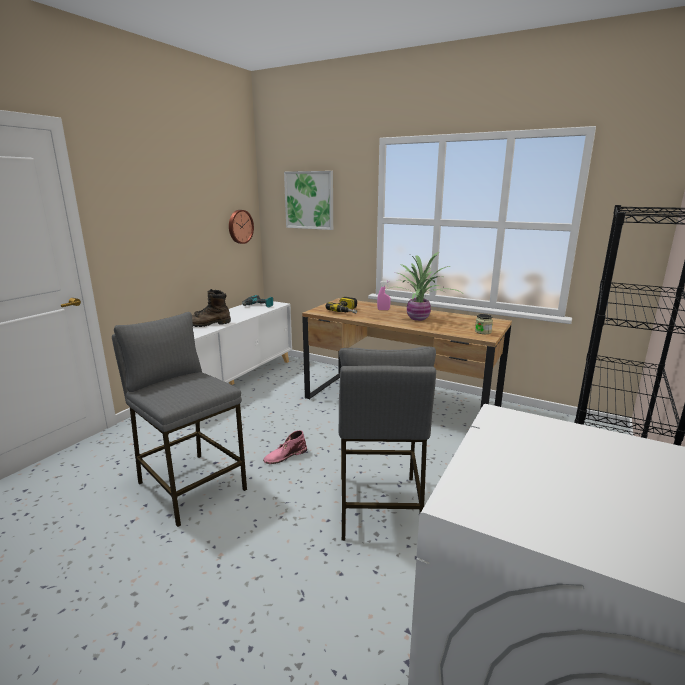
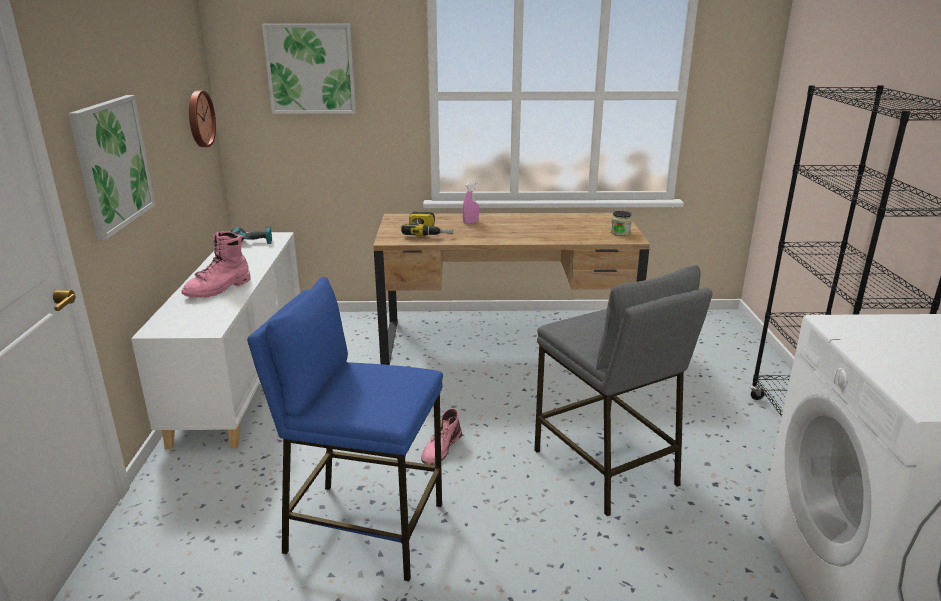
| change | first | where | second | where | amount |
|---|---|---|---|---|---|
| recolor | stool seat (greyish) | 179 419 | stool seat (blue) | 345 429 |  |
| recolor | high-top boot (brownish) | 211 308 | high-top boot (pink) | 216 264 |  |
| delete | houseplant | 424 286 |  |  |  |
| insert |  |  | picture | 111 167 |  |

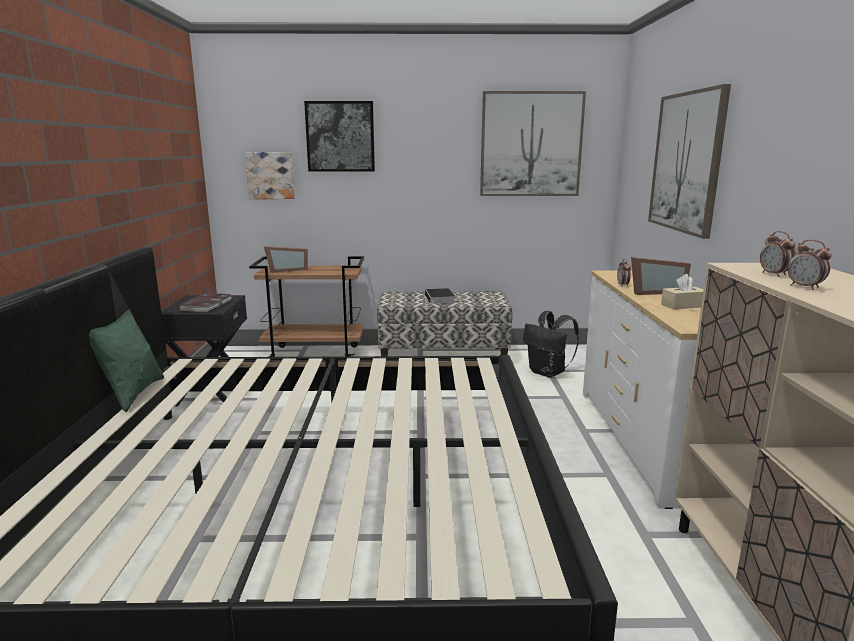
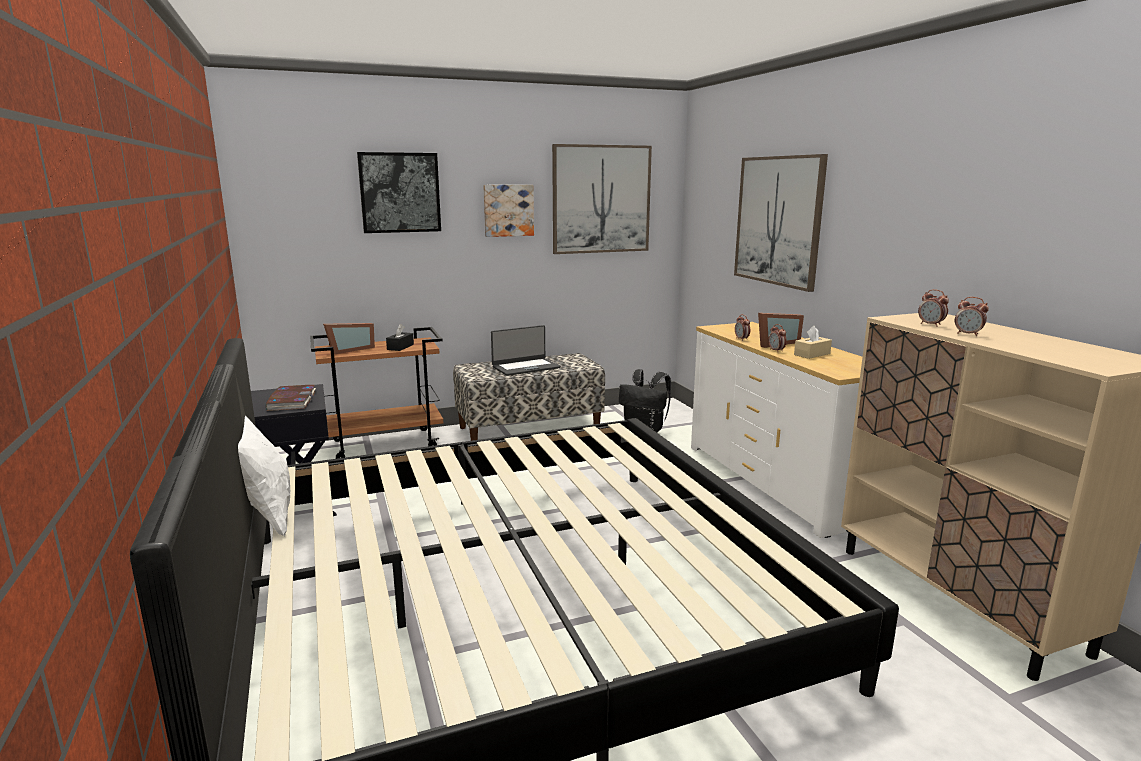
| change | first | where | second | where | amount |
|---|---|---|---|---|---|
| recolor | cushion (green-coloured) | 126 361 | cushion (whitish) | 264 476 |  |
| move | picture | 270 175 |  | 508 211 |  |
| replace | book | 440 296 | notebook computer | 526 350 |  |
| insert |  |  | tissue holder (black) | 400 337 |  |
| insert |  |  | table clock | 777 337 |  |

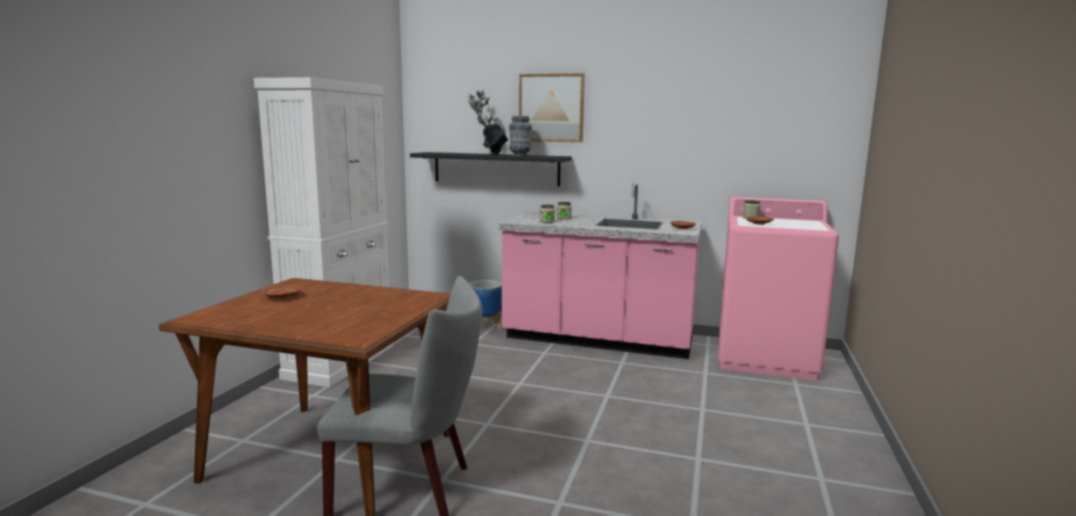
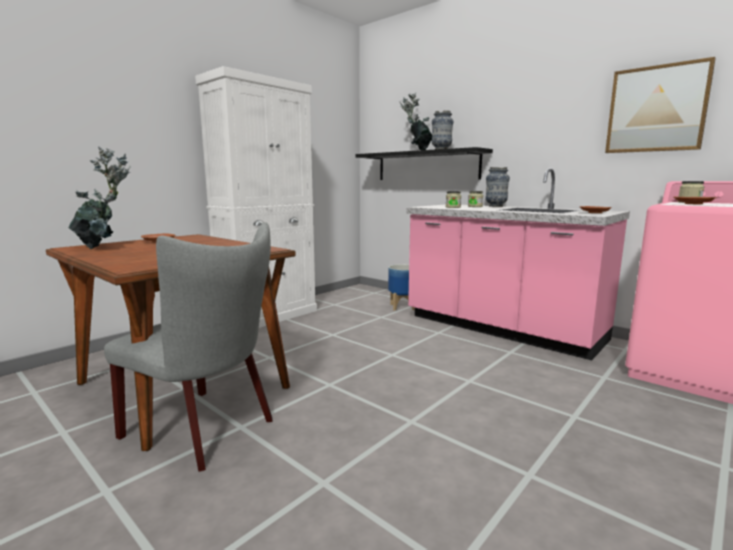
| change | first | where | second | where | amount |
|---|---|---|---|---|---|
| move | picture | 552 107 |  | 660 105 |  |
| insert |  |  | houseplant | 99 198 |  |
| insert |  |  | decorative vase | 497 187 |  |

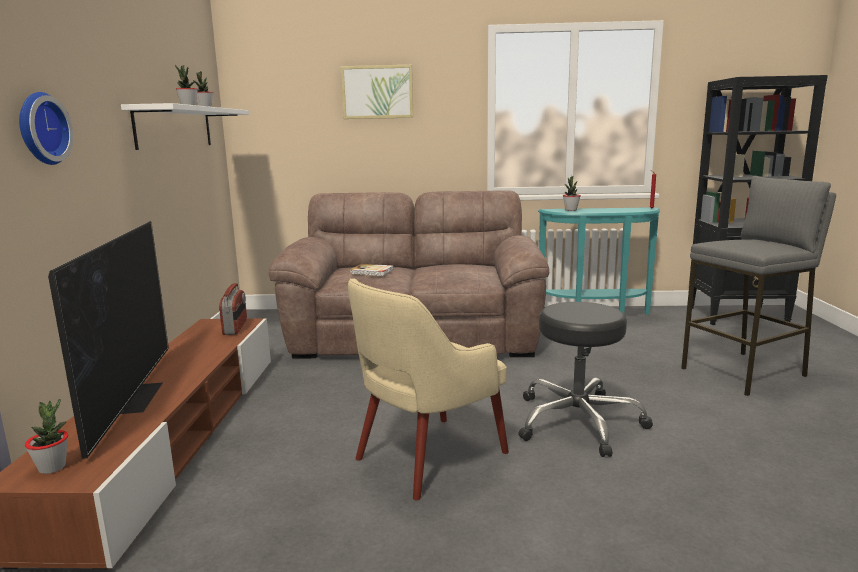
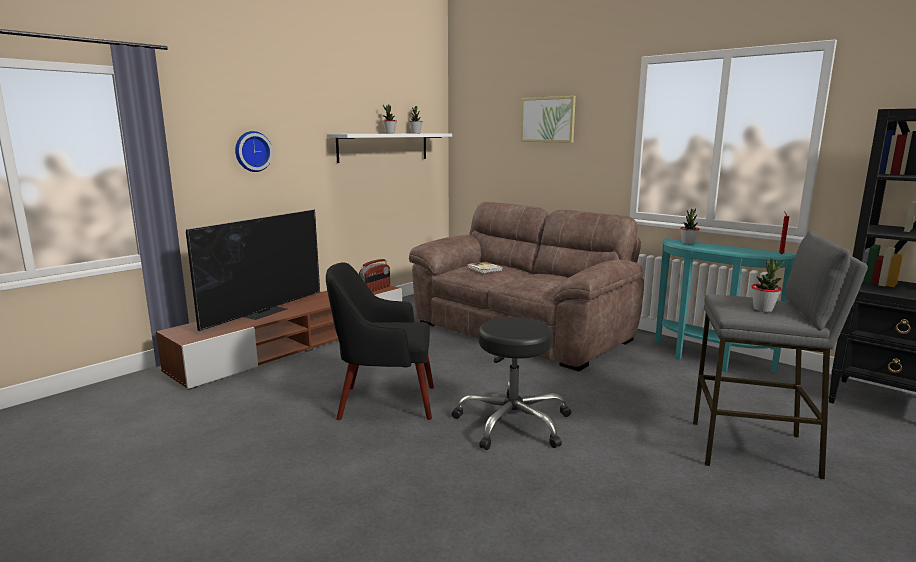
| change | first | where | second | where | amount |
|---|---|---|---|---|---|
| move | houseplant | 46 436 |  | 768 285 |  |
| recolor | armchair (sand-coloured) | 428 389 | armchair (black) | 380 341 |  |

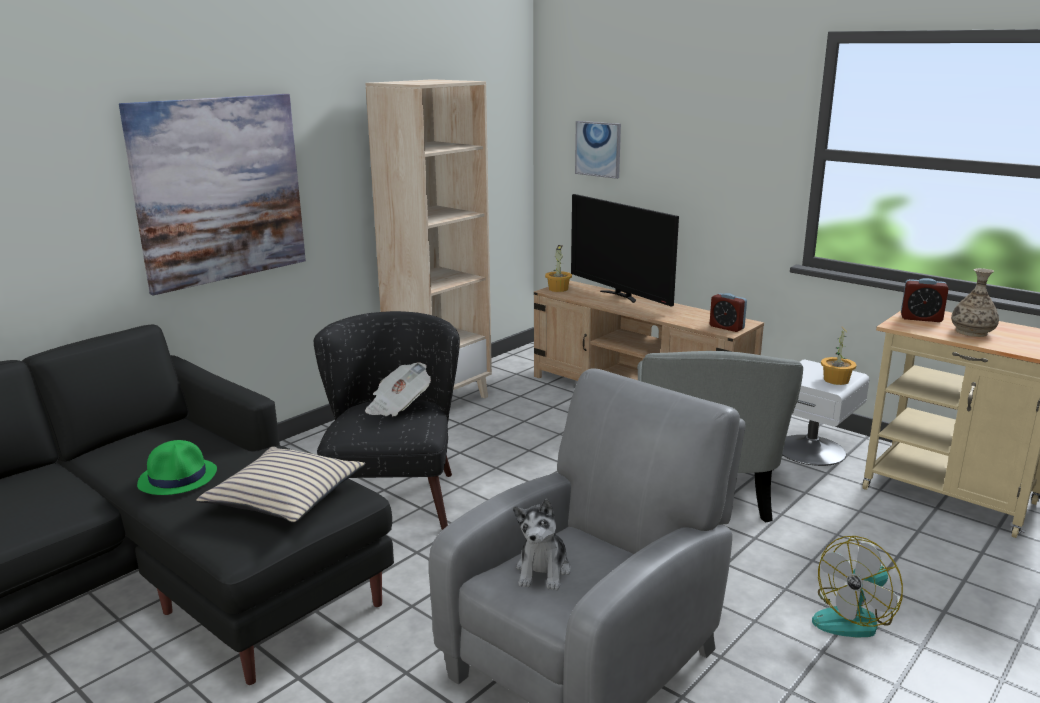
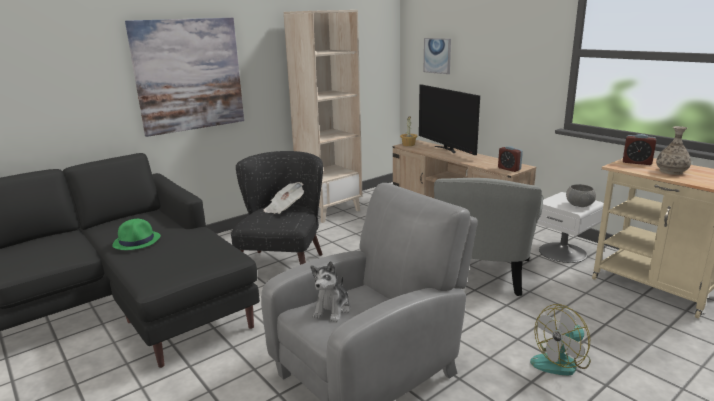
| change | first | where | second | where | amount |
|---|---|---|---|---|---|
| delete | cushion (sand-coloured) | 280 485 |  |  |  |
| replace | houseplant | 839 356 | serving bowl (greyish) | 581 195 |  |

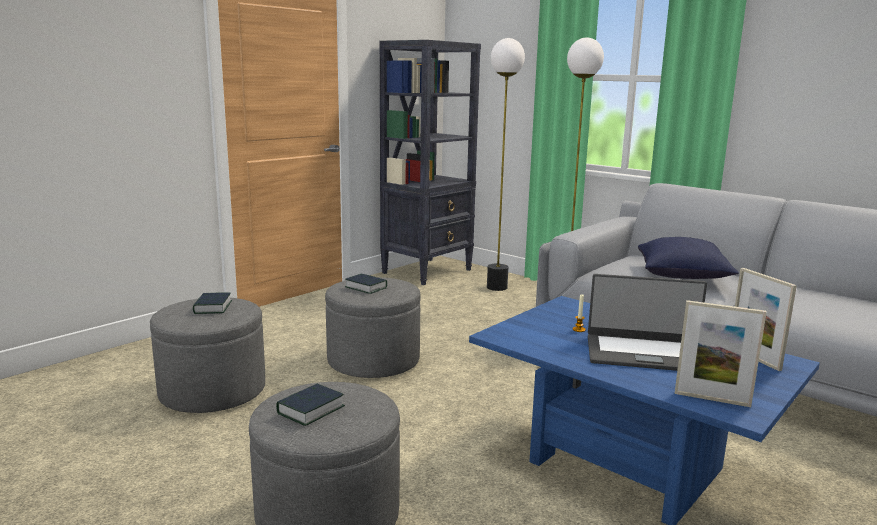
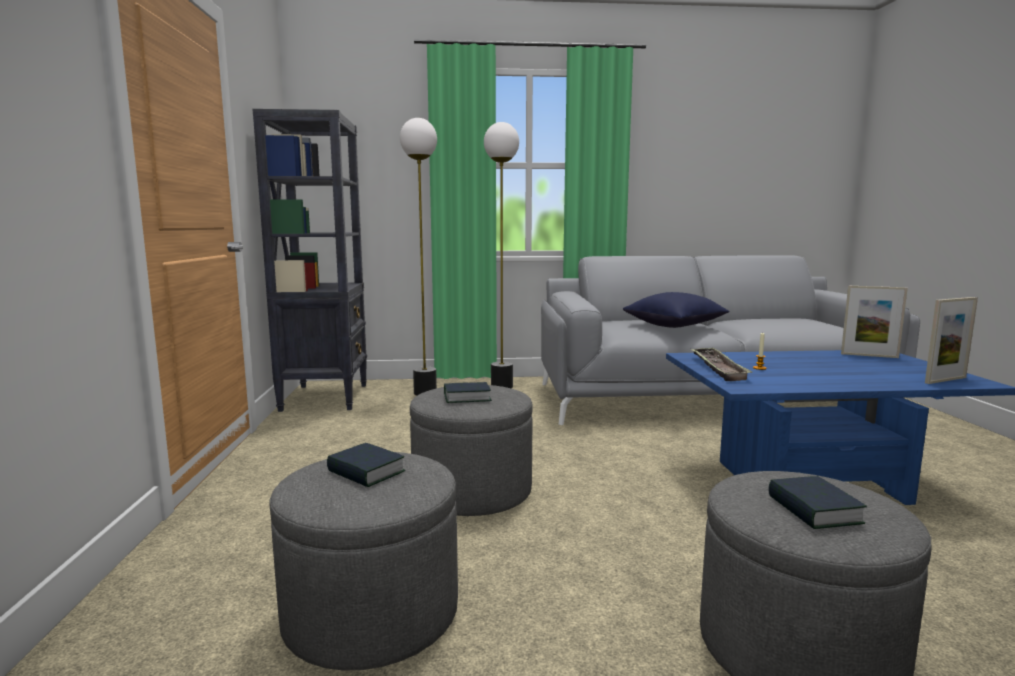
| change | first | where | second | where | amount |
|---|---|---|---|---|---|
| delete | notebook computer | 647 322 |  |  |  |
| insert |  |  | carrying tray | 721 364 |  |

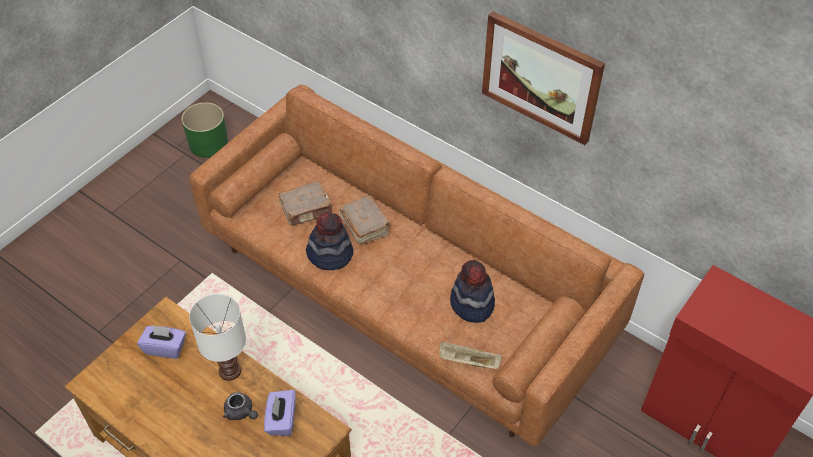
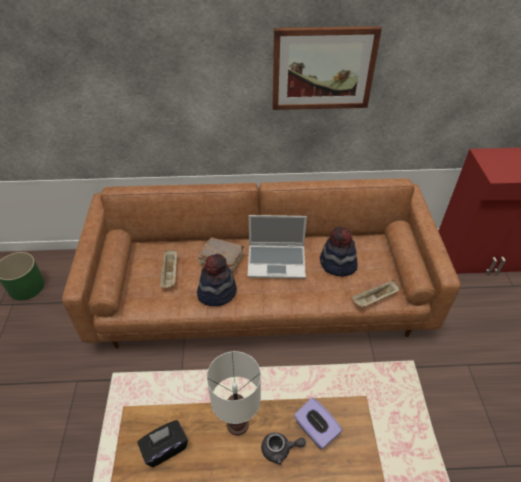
| change | first | where | second | where | amount |
|---|---|---|---|---|---|
| recolor | tissue holder (purple) | 161 342 | tissue holder (black) | 163 443 |  |
| replace | book (brownish) | 305 203 | carrying tray (sand-coloured) | 168 269 |  |
| insert |  |  | notebook computer | 277 247 |  |

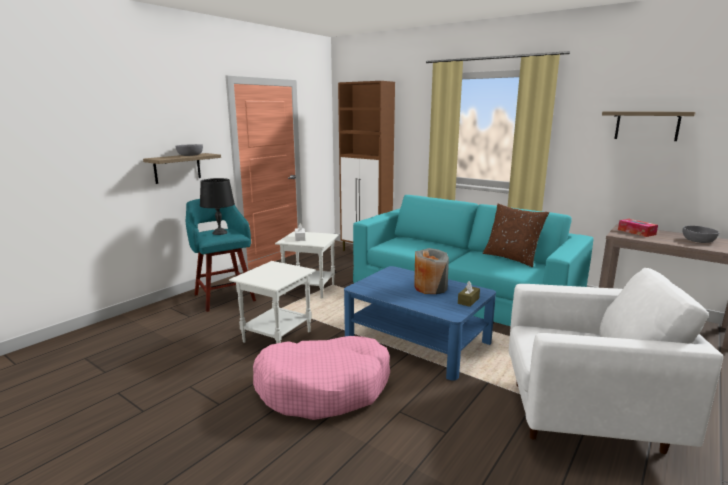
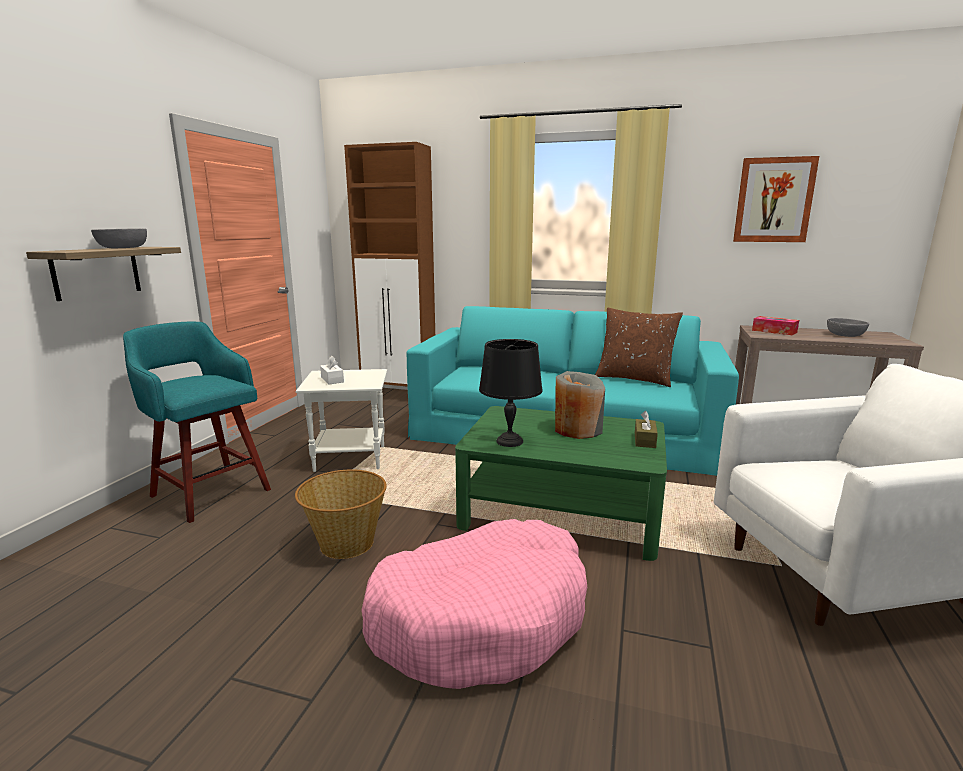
| change | first | where | second | where | amount |
|---|---|---|---|---|---|
| move | table lamp (black) | 217 206 |  | 510 393 |  |
| replace | side table (whitish) | 272 302 | storage basket | 341 514 |  |
| recolor | coffee table (blue) | 420 323 | coffee table (green-coloured) | 561 483 |  |
| replace | shelf | 649 126 | picture | 776 199 |  |

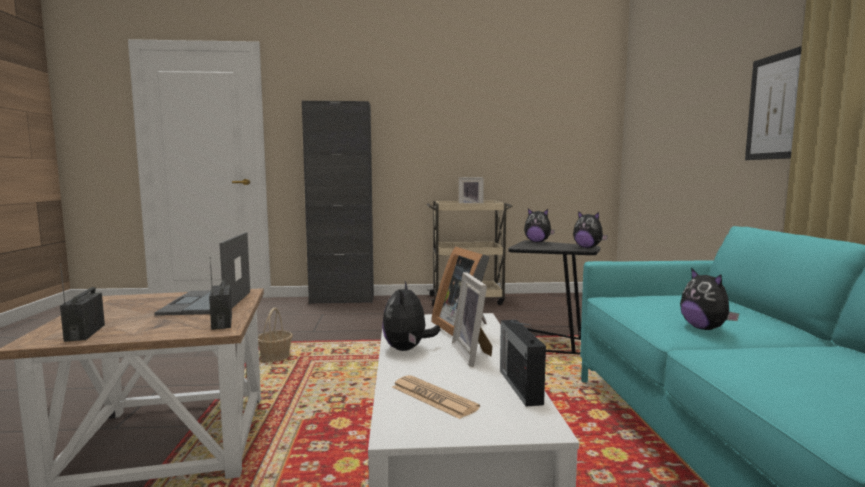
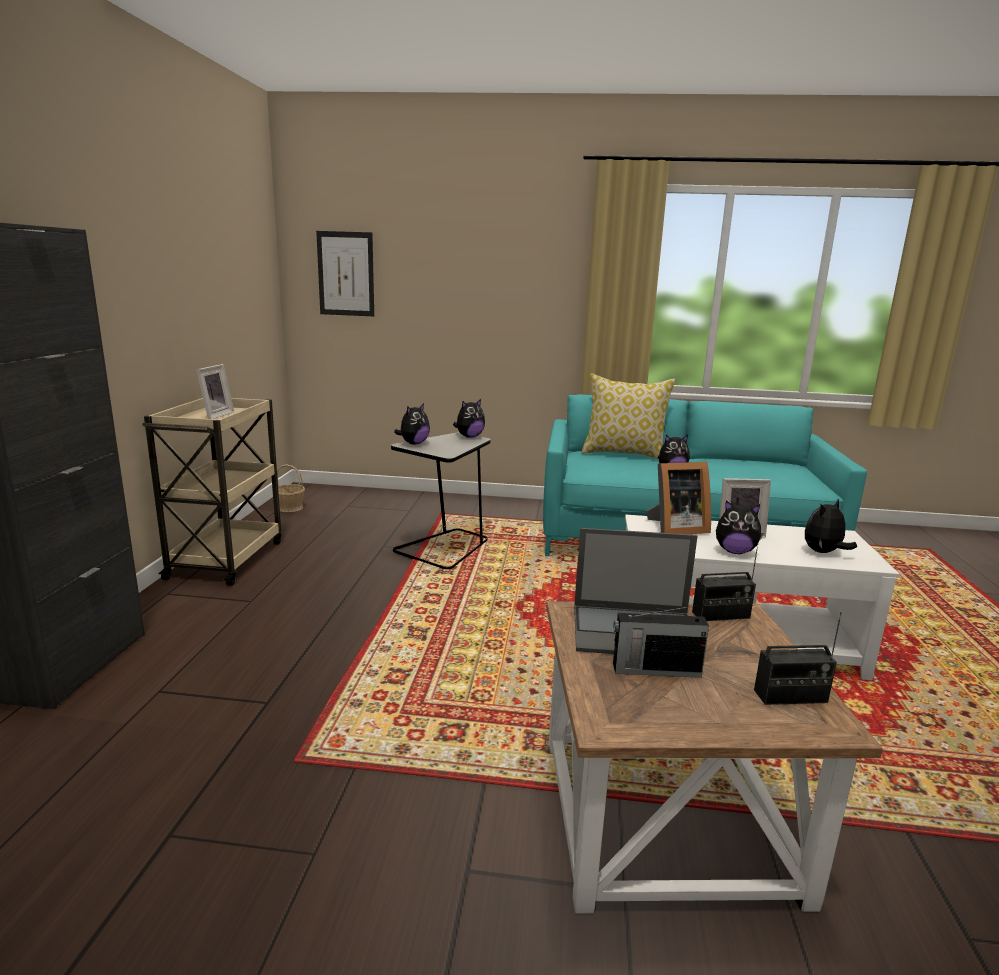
| change | first | where | second | where | amount |
|---|---|---|---|---|---|
| move | storage basket | 275 335 |  | 291 488 |  |
| replace | newspaper | 436 397 | plush toy | 831 526 |  |
| move | radio receiver | 523 363 |  | 661 641 |  |
| move | picture | 773 103 |  | 345 273 |  |
| insert |  |  | cushion | 628 416 |  |

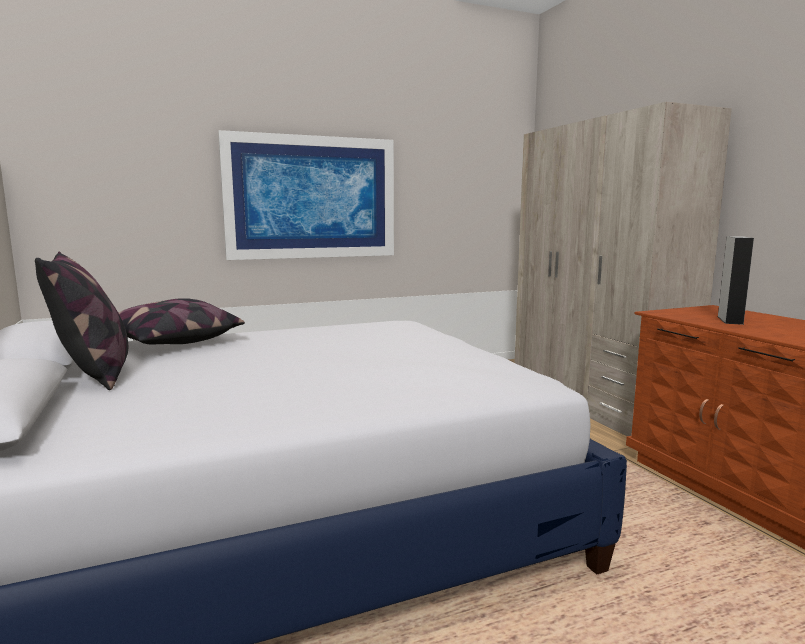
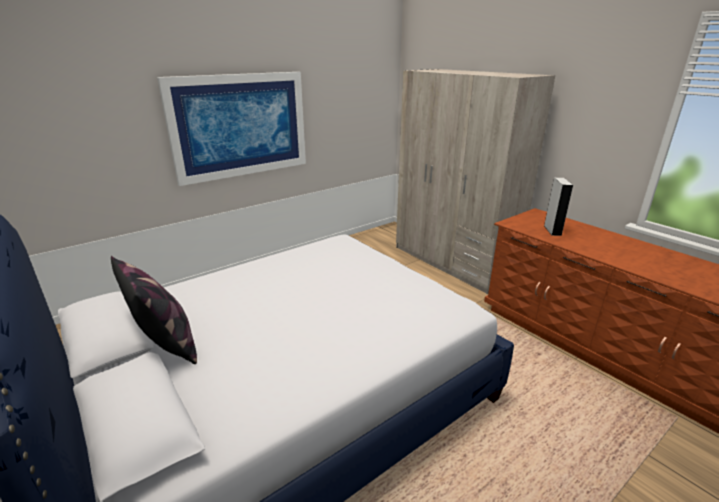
| change | first | where | second | where | amount |
|---|---|---|---|---|---|
| delete | cushion | 182 321 |  |  |  |

